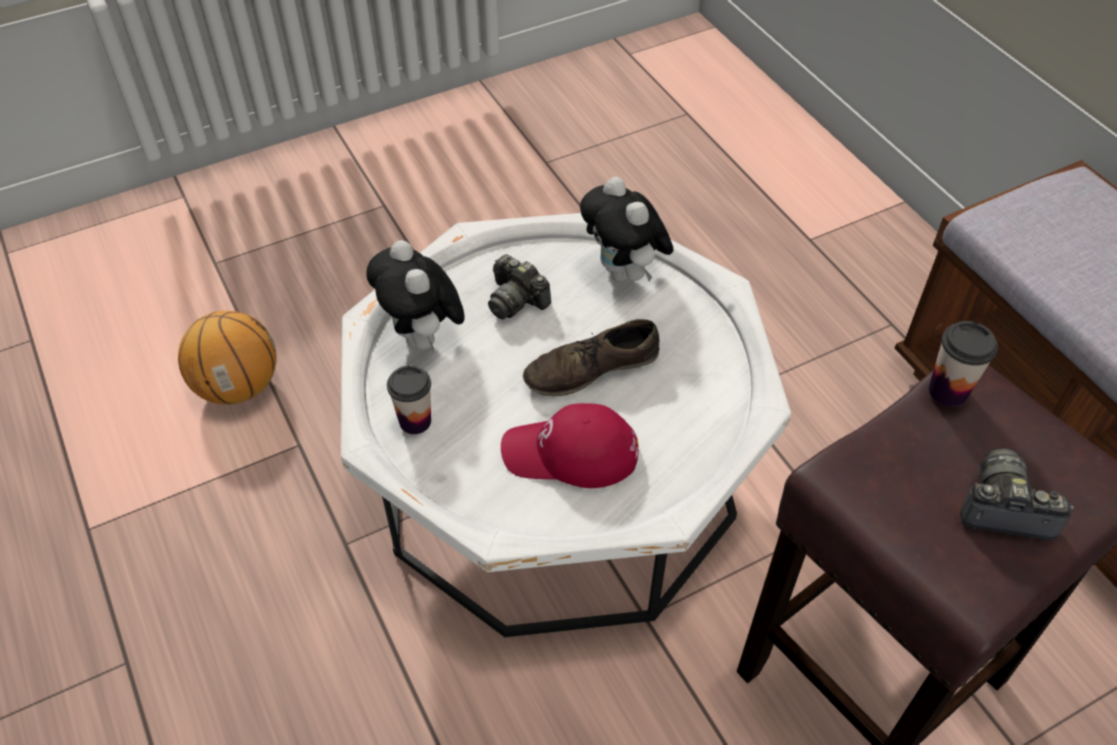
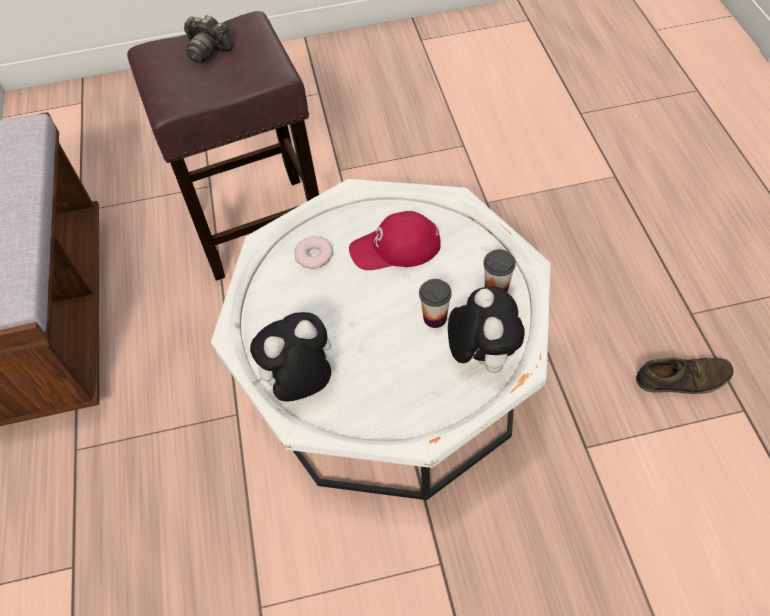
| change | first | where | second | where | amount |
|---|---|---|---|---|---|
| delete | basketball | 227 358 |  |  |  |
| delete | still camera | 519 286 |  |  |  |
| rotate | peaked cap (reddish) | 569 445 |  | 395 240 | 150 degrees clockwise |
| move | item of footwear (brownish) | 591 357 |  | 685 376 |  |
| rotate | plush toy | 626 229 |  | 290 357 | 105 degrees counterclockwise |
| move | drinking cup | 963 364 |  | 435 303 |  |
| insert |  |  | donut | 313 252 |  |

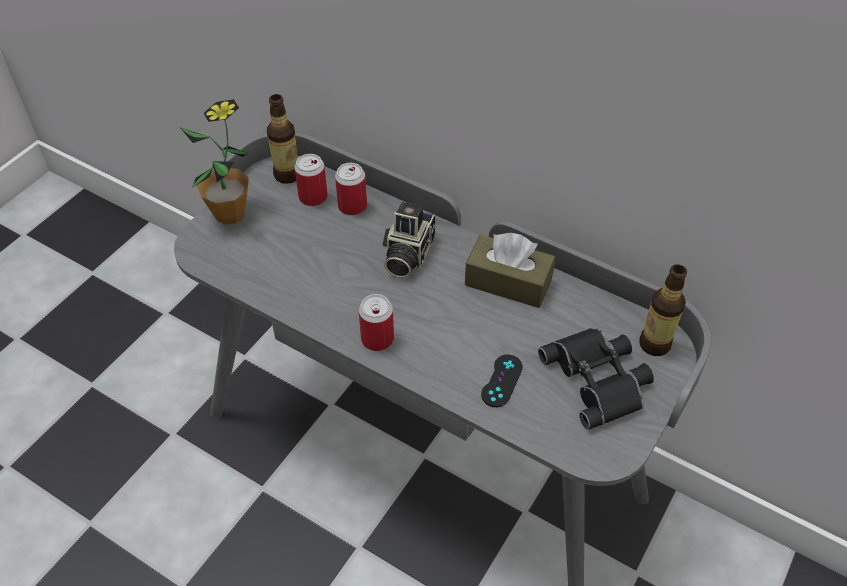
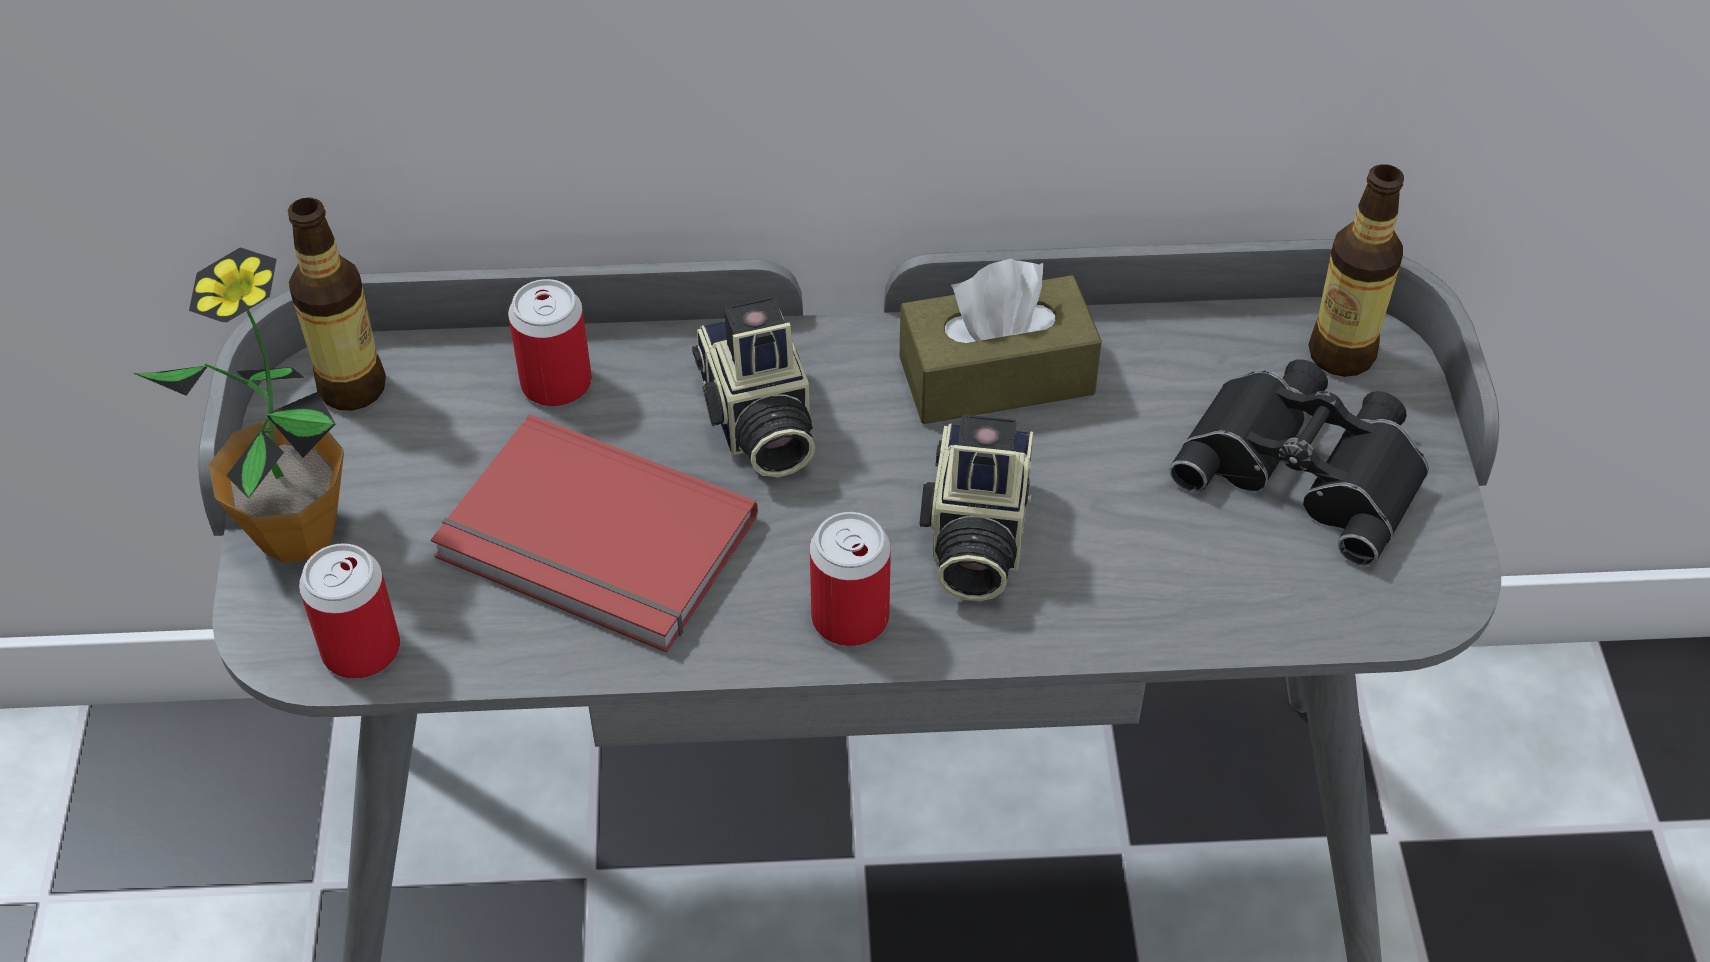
| change | first | where | second | where | amount |
|---|---|---|---|---|---|
| move | can | 311 180 |  | 349 611 |  |
| delete | gamepad (black) | 502 381 |  |  |  |
| insert |  |  | book (reddish) | 594 533 |  |
| insert |  |  | still camera | 976 507 |  |

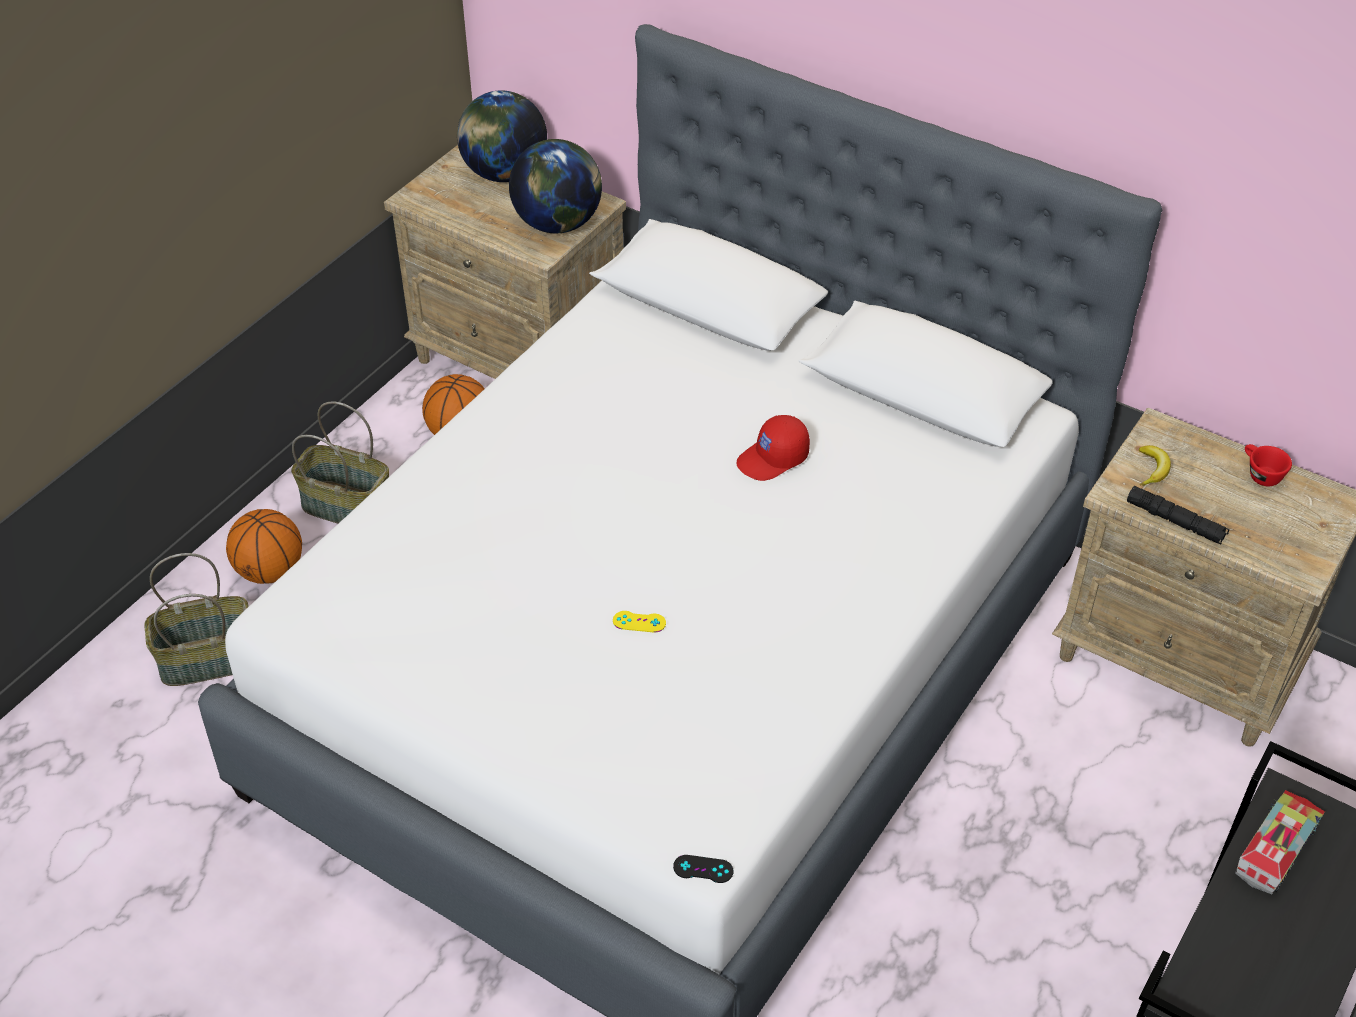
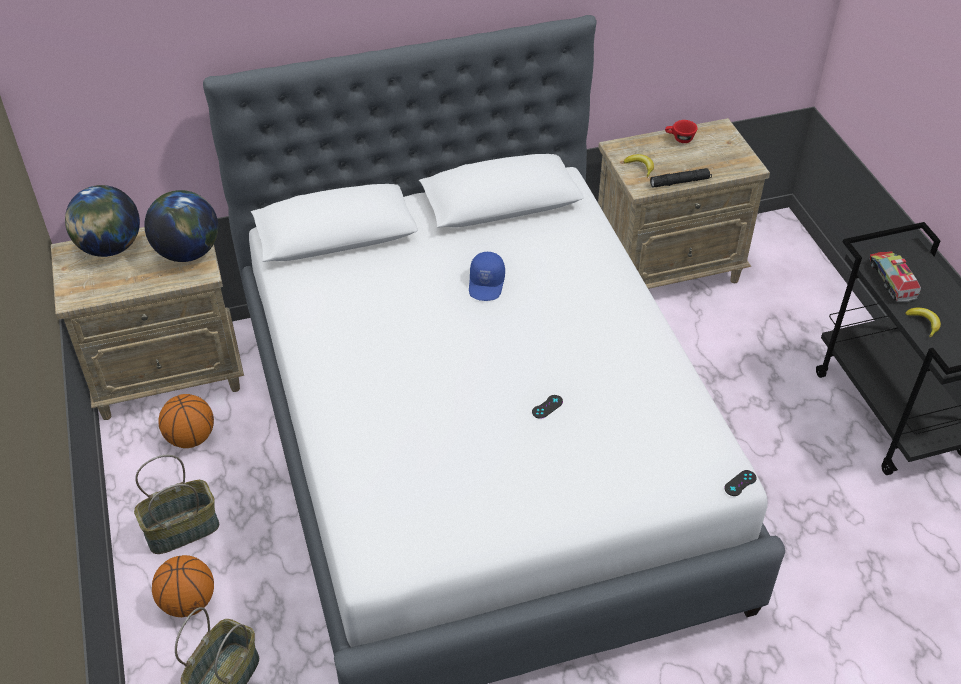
| change | first | where | second | where | amount |
|---|---|---|---|---|---|
| recolor | gamepad (yellow) | 639 621 | gamepad (black) | 547 407 |  |
| recolor | peaked cap (reddish) | 773 448 | peaked cap (blue) | 487 276 |  |
| insert |  |  | whole banana | 923 322 |  |

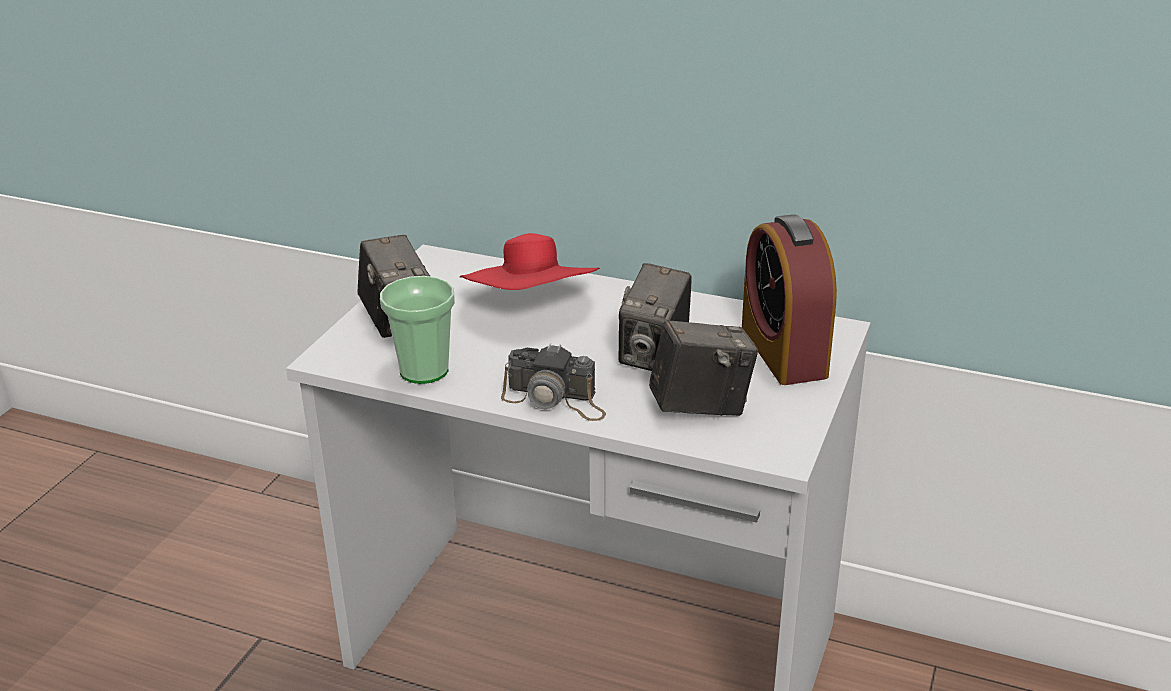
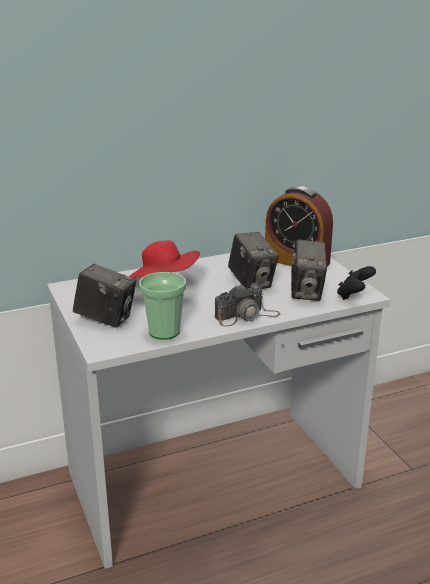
| change | first | where | second | where | amount |
|---|---|---|---|---|---|
| rotate | still camera | 703 368 |  | 309 270 | 150 degrees clockwise |
| insert |  |  | gamepad (black) | 356 283 |  |

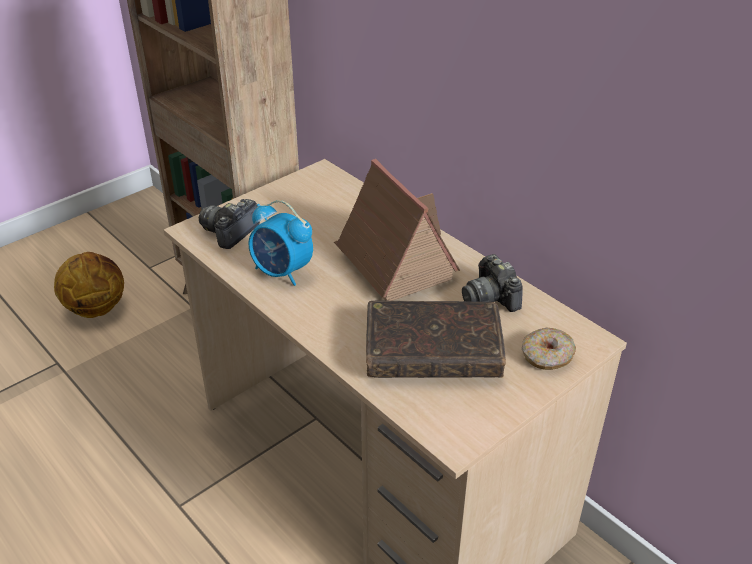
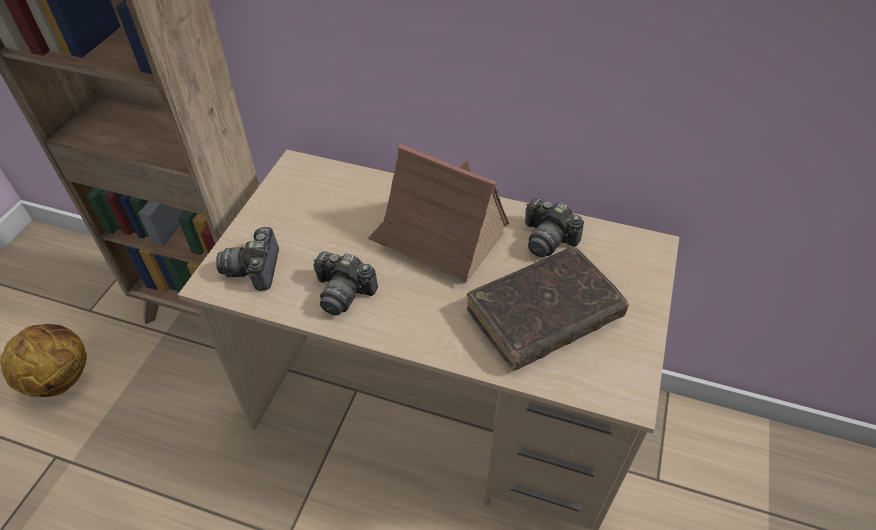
| change | first | where | second | where | amount |
|---|---|---|---|---|---|
| replace | table clock | 280 243 | still camera | 345 283 |  |
| delete | donut | 549 349 |  |  |  |

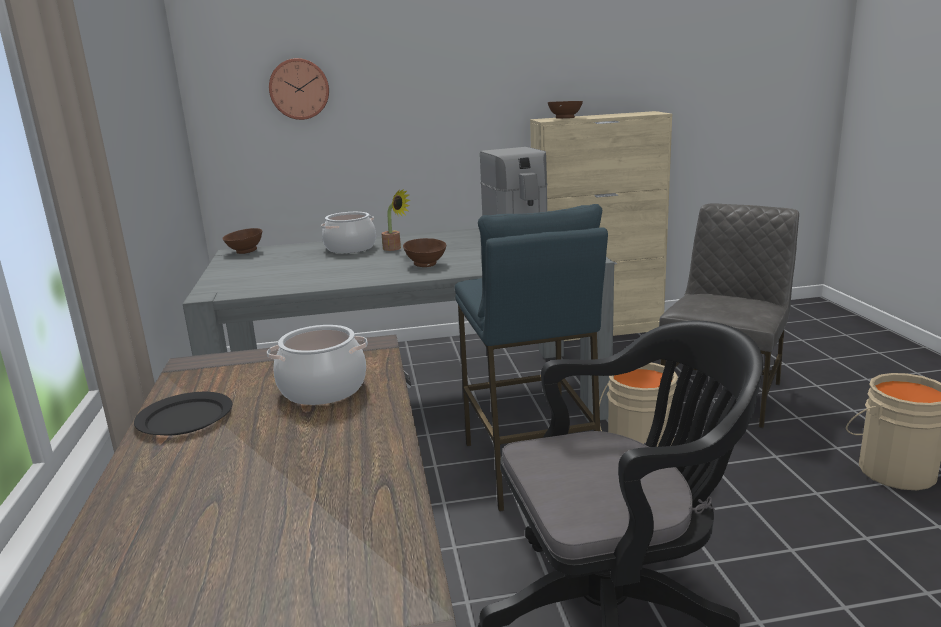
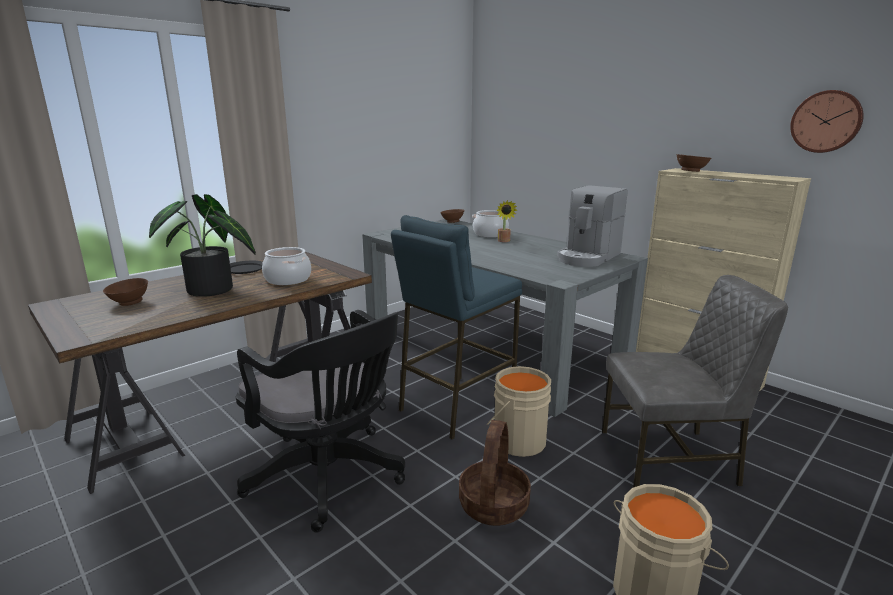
| change | first | where | second | where | amount |
|---|---|---|---|---|---|
| move | hanging clock | 299 89 |  | 827 121 |  |
| move | serving bowl (brownish) | 424 252 |  | 125 292 |  |
| insert |  |  | houseplant | 202 245 |  |
| insert |  |  | storage basket | 495 473 |  |

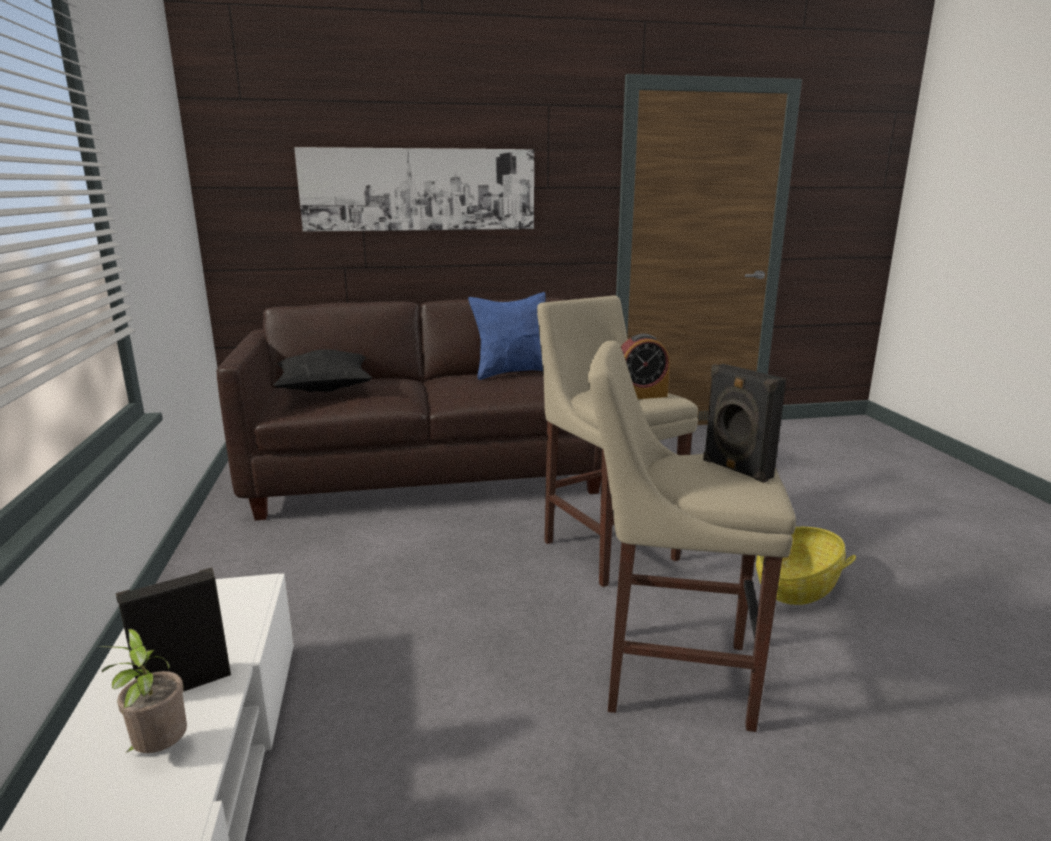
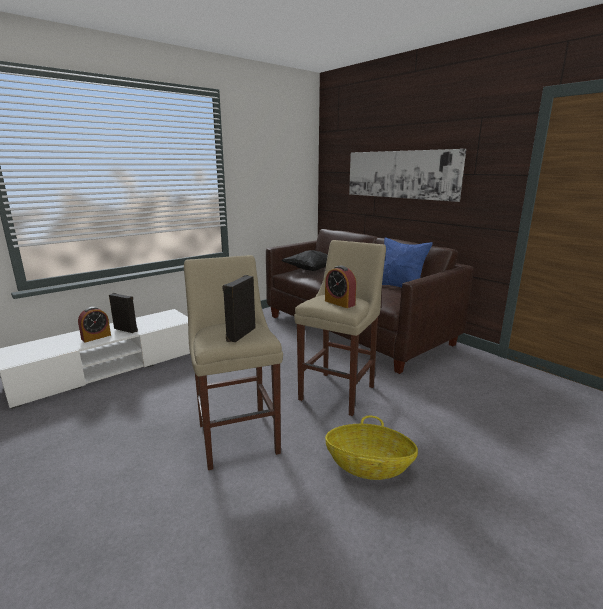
| change | first | where | second | where | amount |
|---|---|---|---|---|---|
| replace | houseplant | 142 691 | table clock | 94 324 |  |

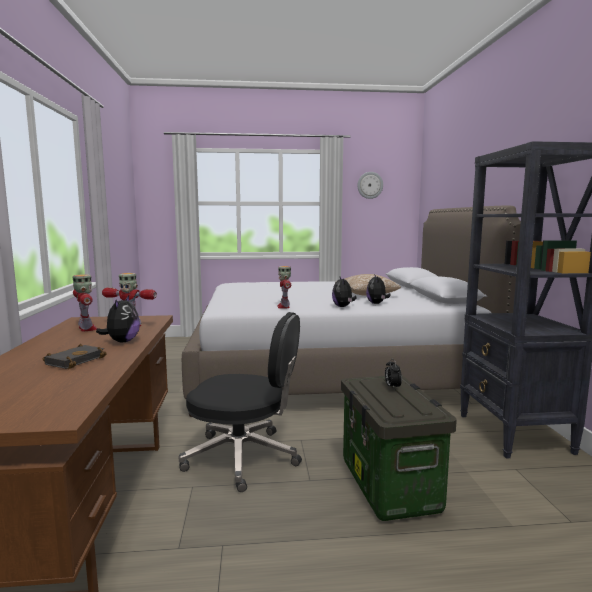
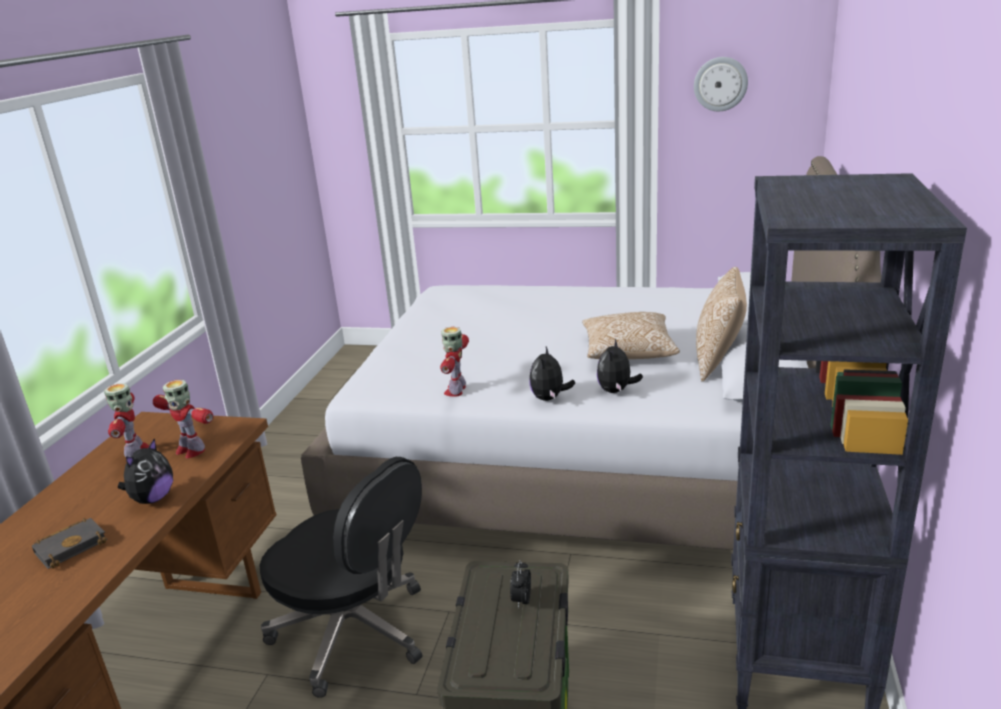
| change | first | where | second | where | amount |
|---|---|---|---|---|---|
| insert |  |  | cushion | 721 324 |  |

